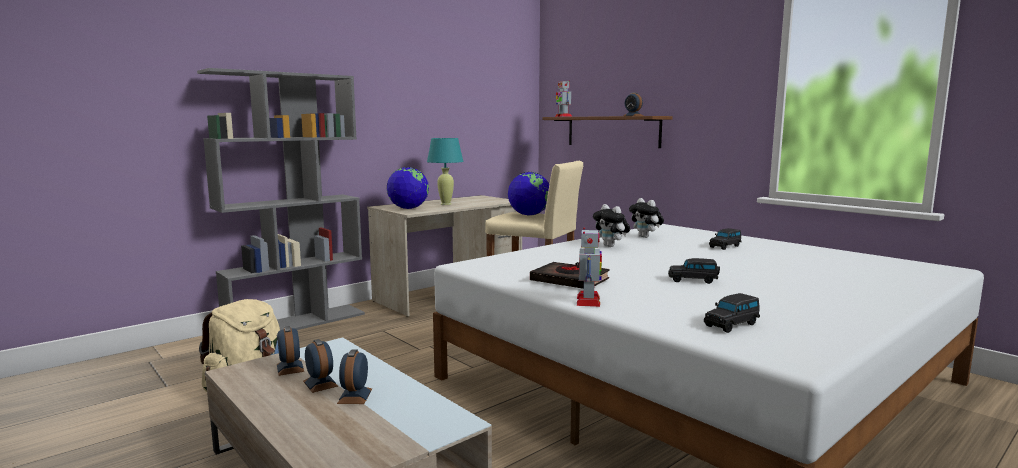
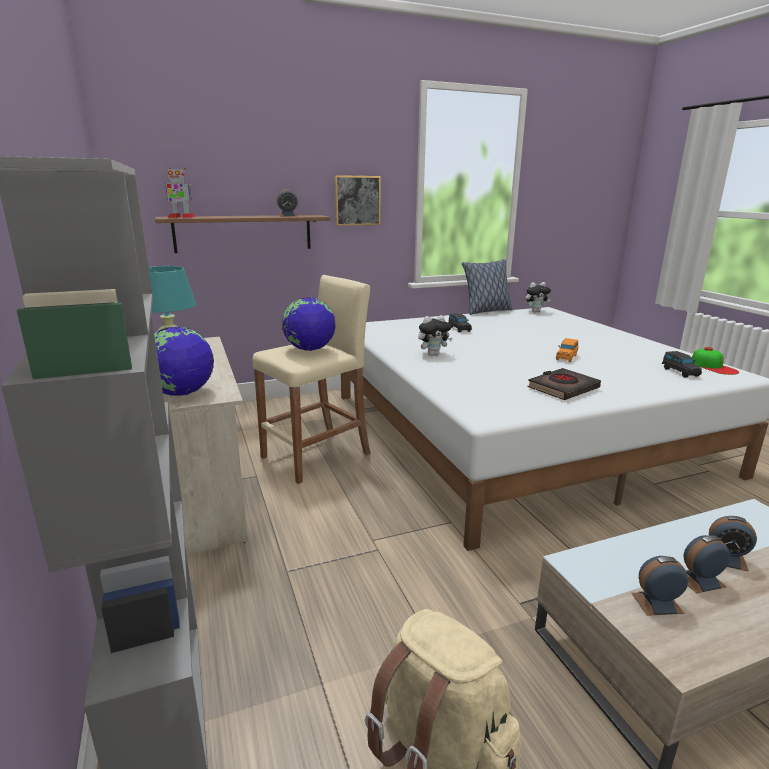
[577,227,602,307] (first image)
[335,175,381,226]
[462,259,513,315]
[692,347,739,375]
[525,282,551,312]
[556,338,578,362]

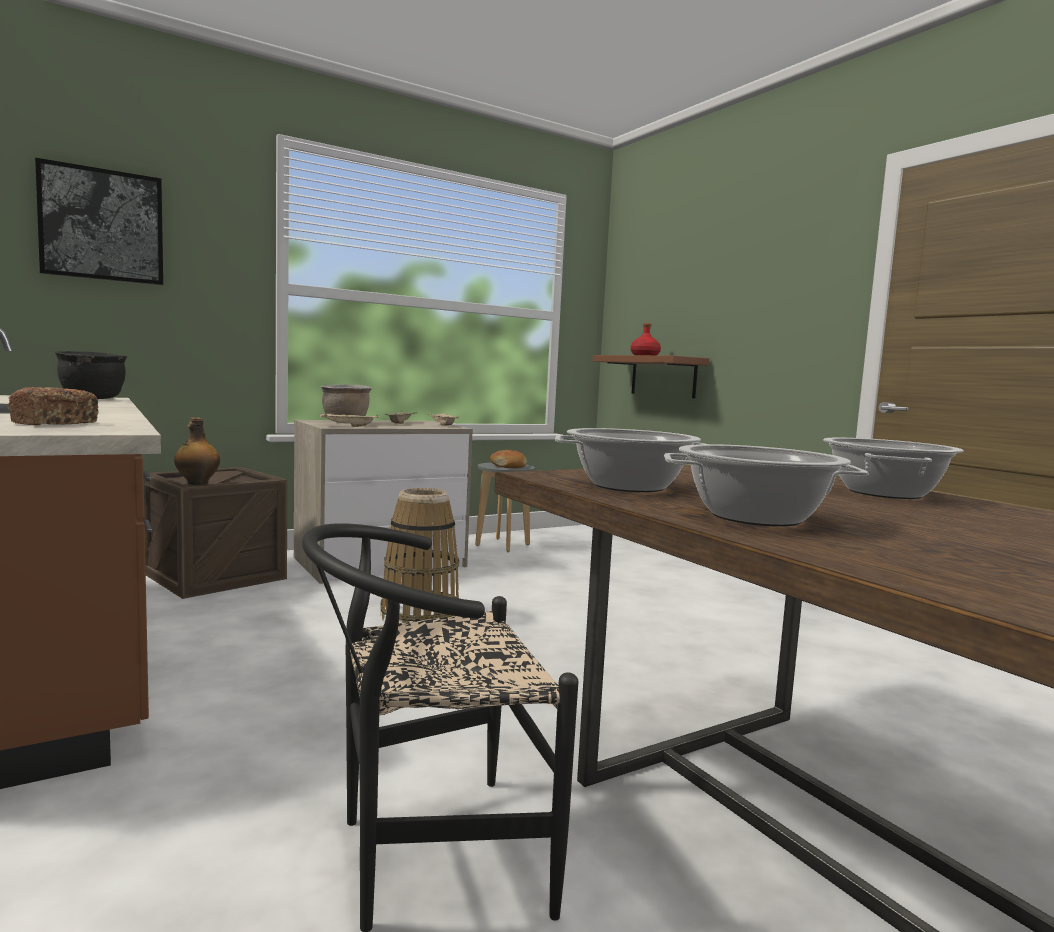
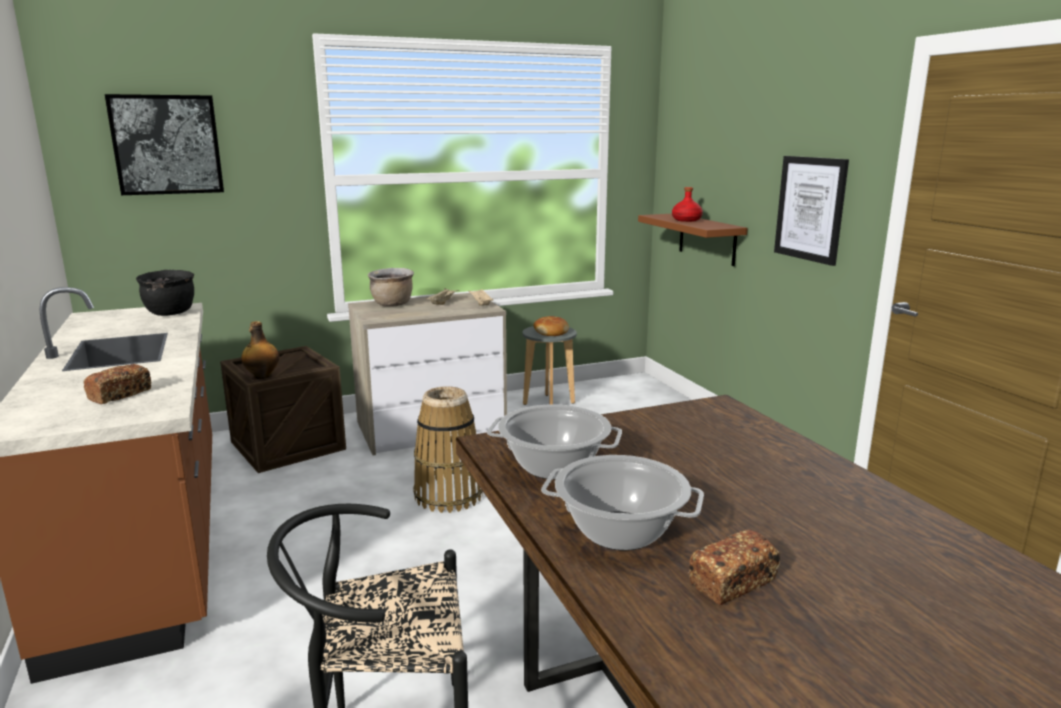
[320,413,380,427] (first image)
[823,438,964,499] (first image)
[688,530,780,605]
[774,156,849,266]

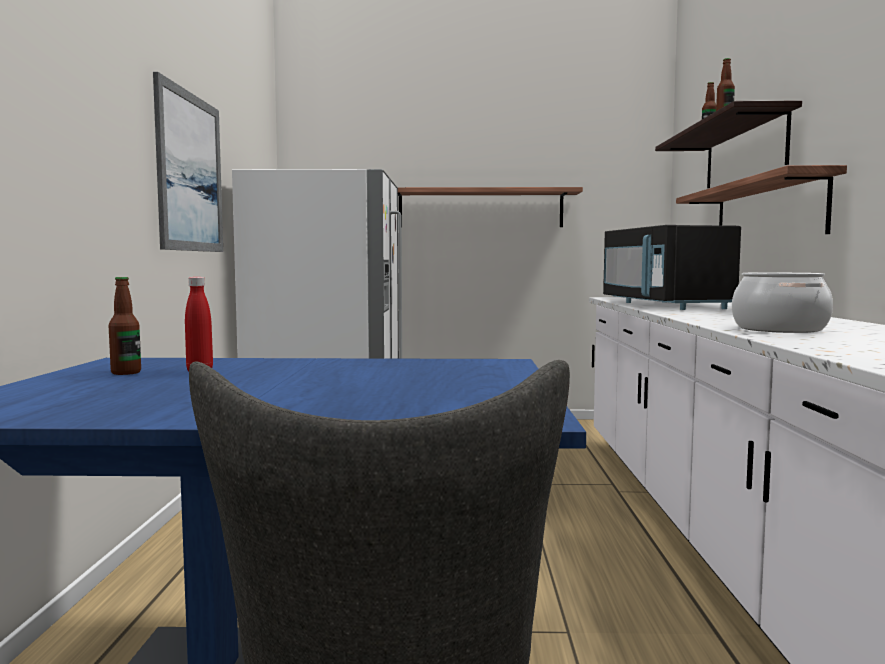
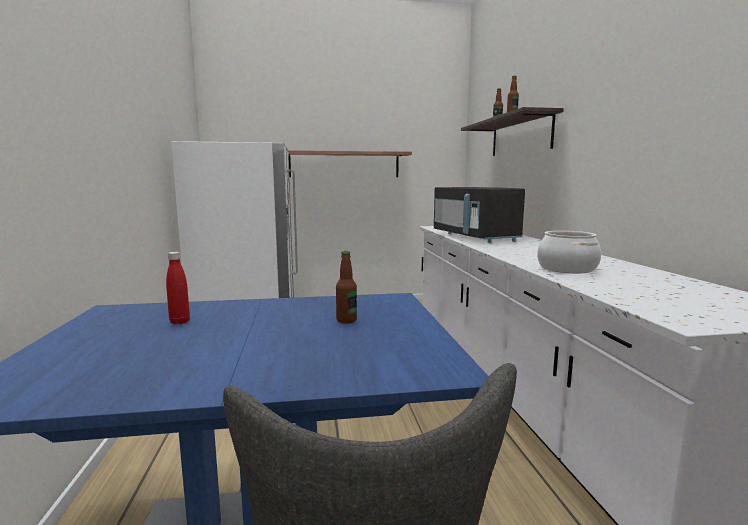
[153,72,223,252] (first image)
[676,165,847,234] (first image)
[336,251,357,324]

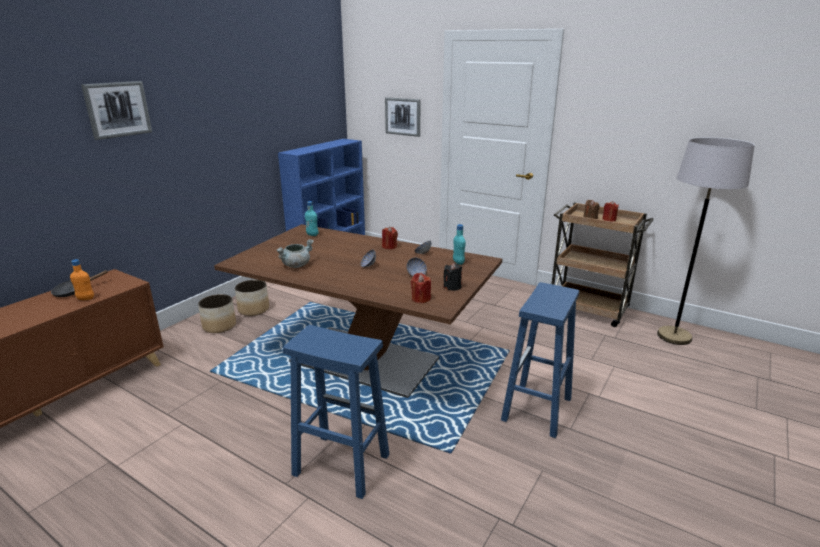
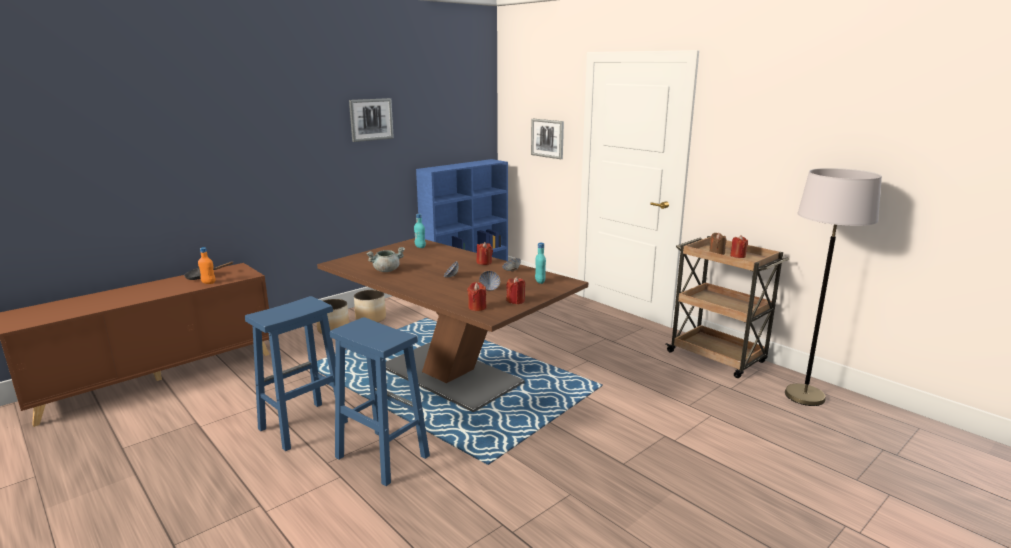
[349,98,394,142]
[245,296,348,451]
[506,277,526,304]

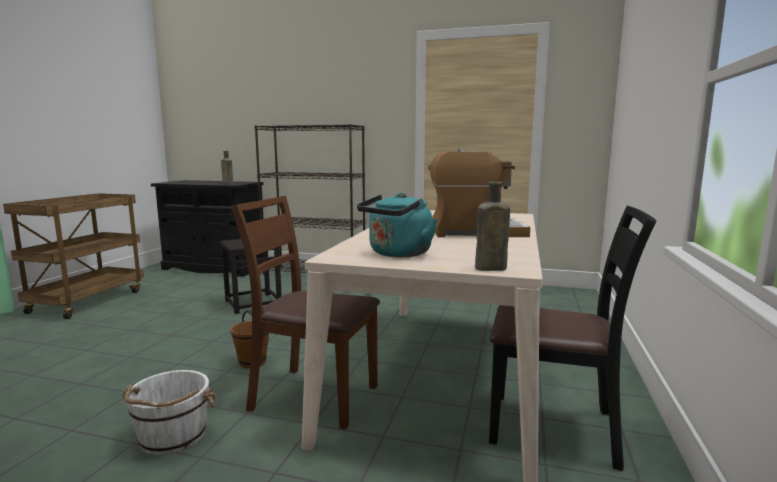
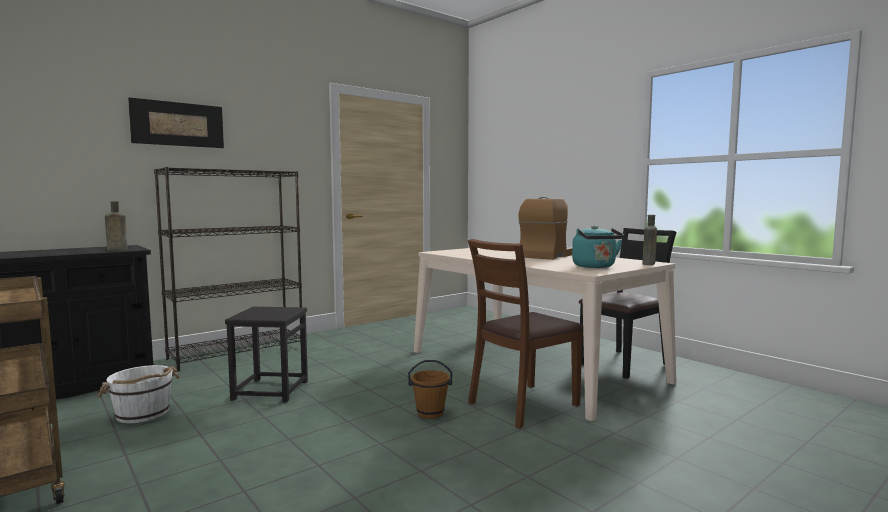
[128,97,224,148]
[97,365,180,423]

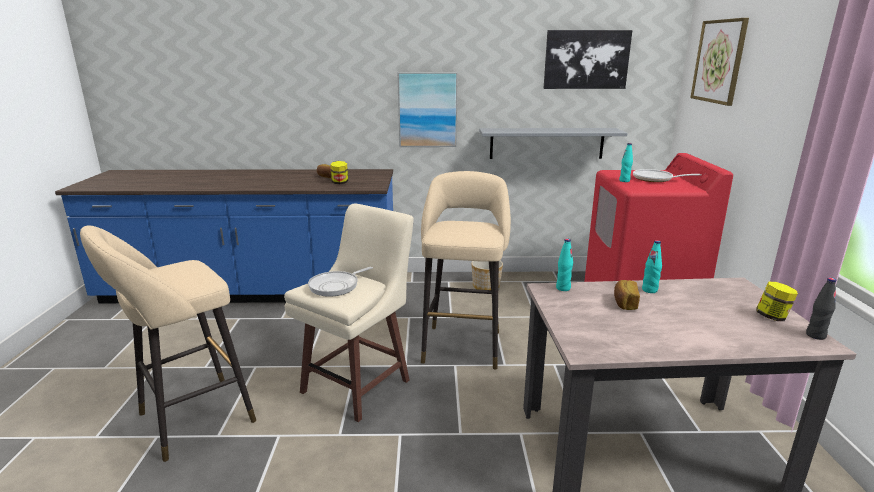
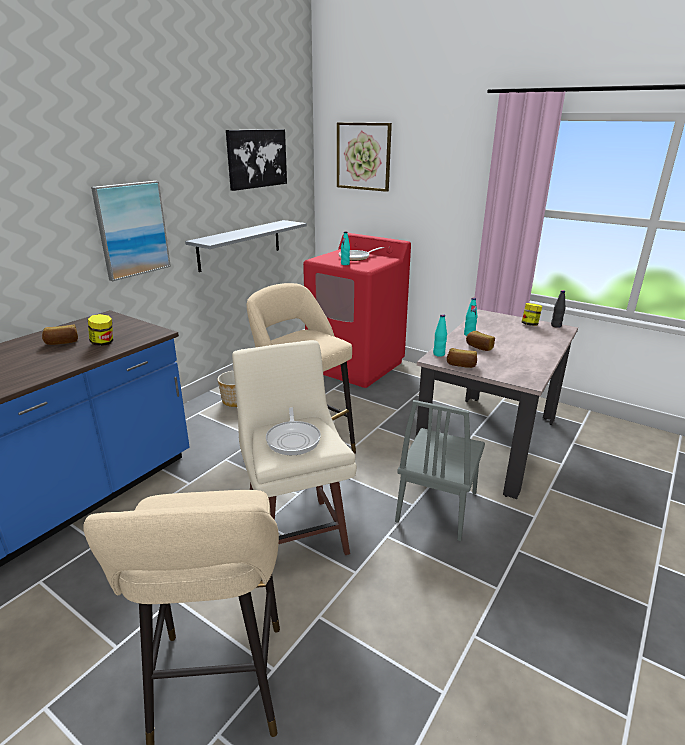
[395,400,485,541]
[447,348,477,368]

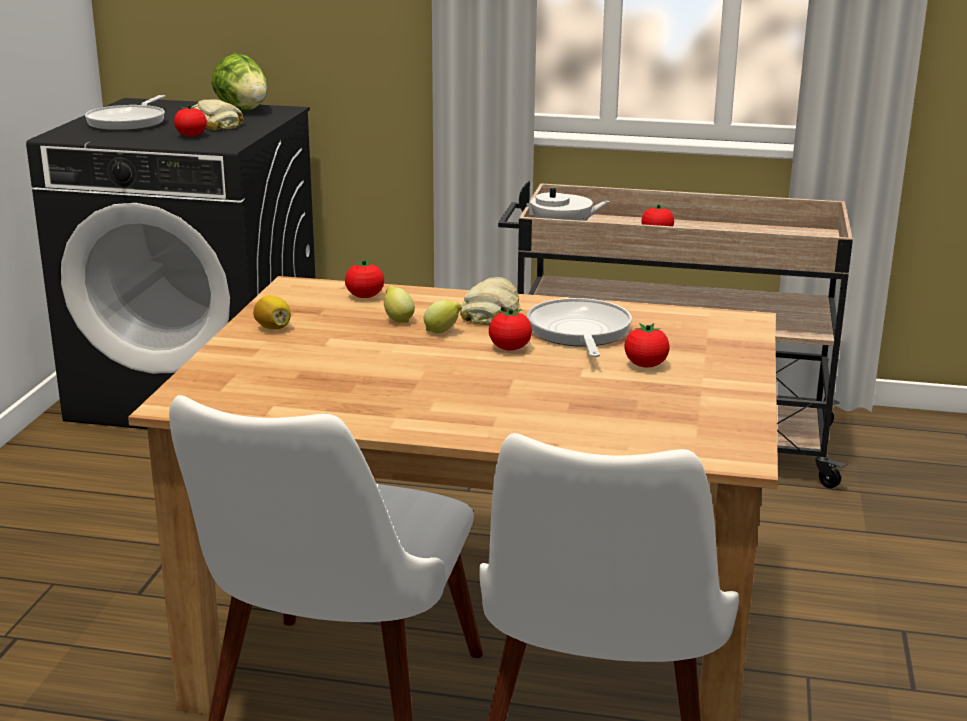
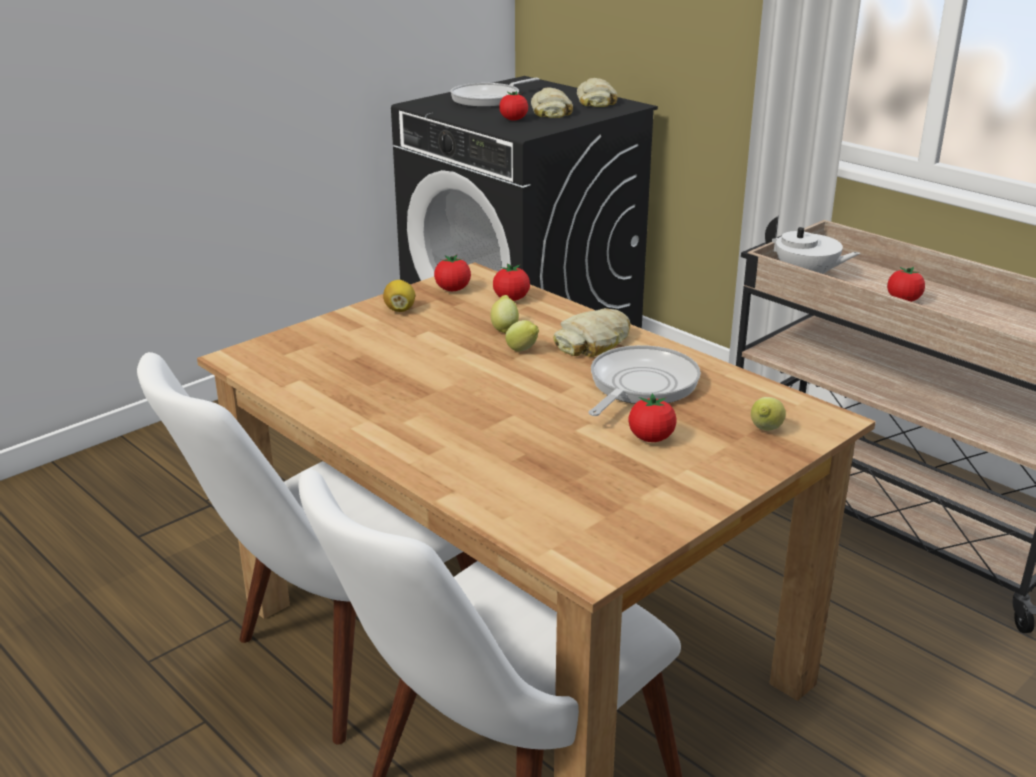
[751,397,786,431]
[434,255,471,291]
[577,78,617,107]

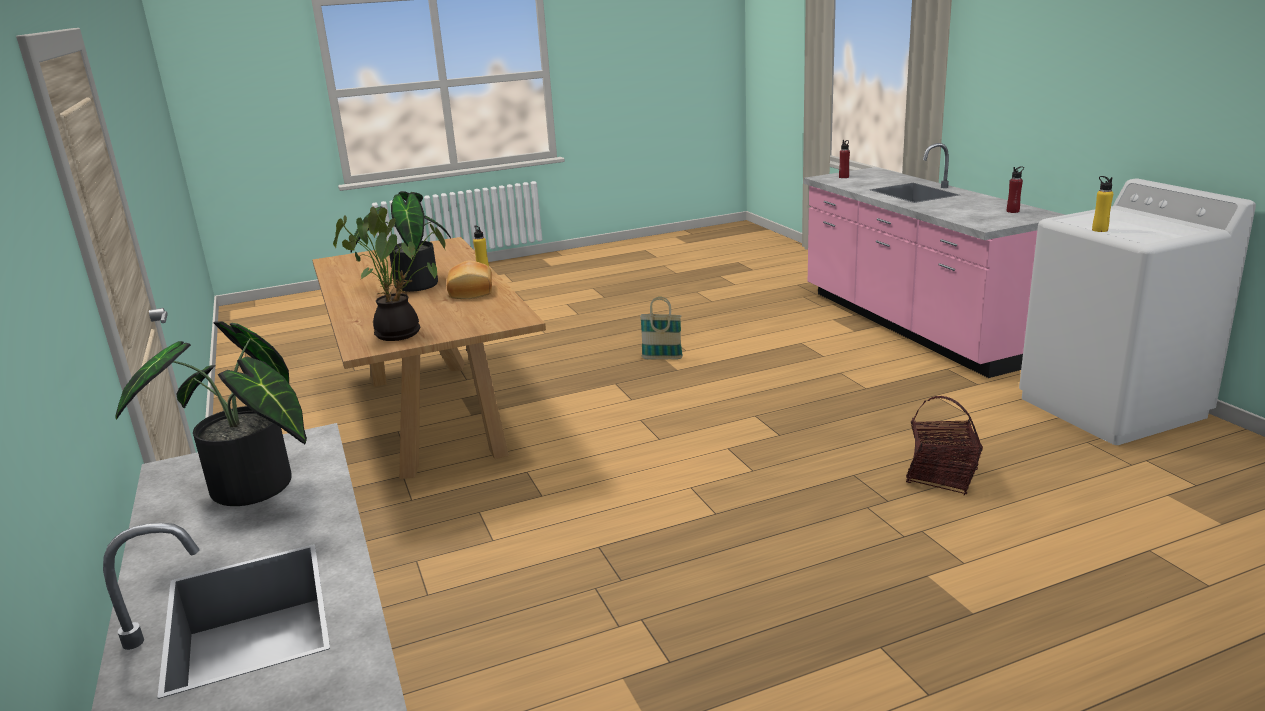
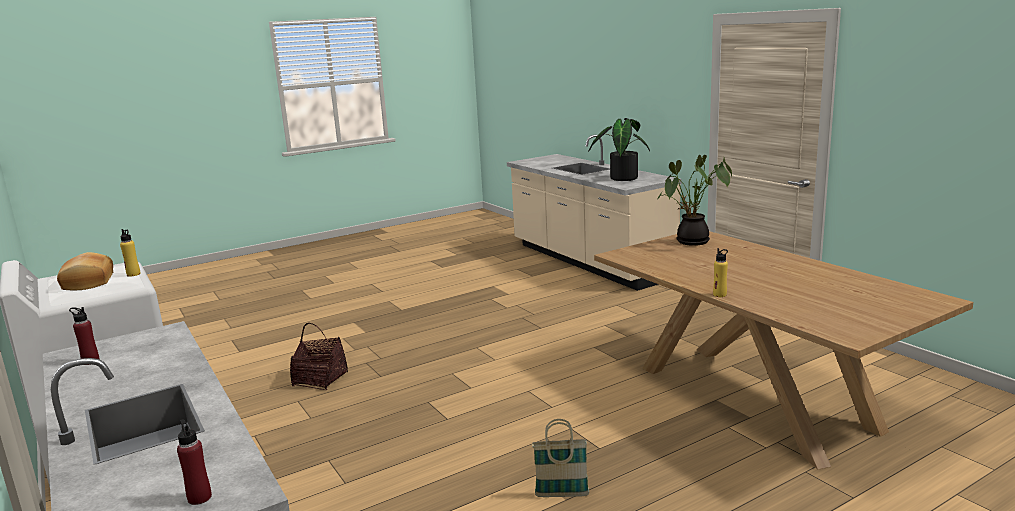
[350,191,451,292] (first image)
[57,252,113,290]

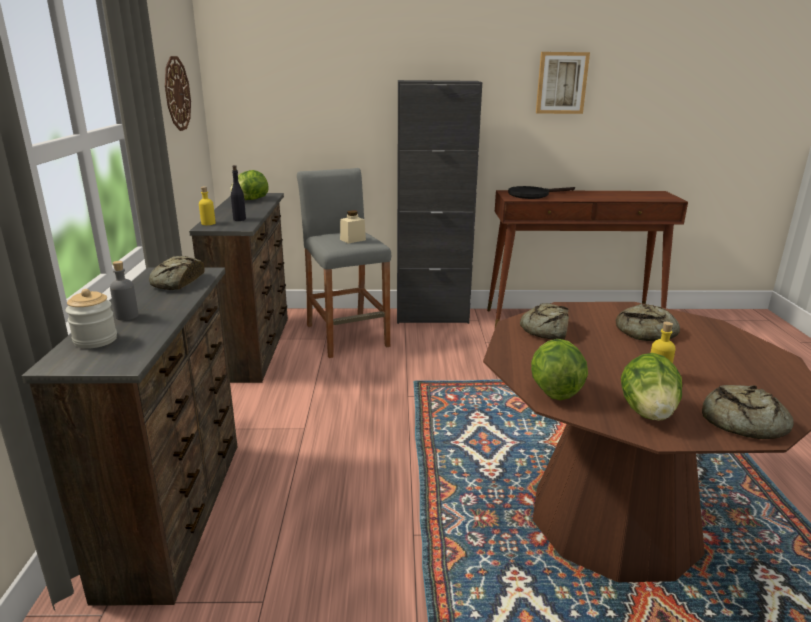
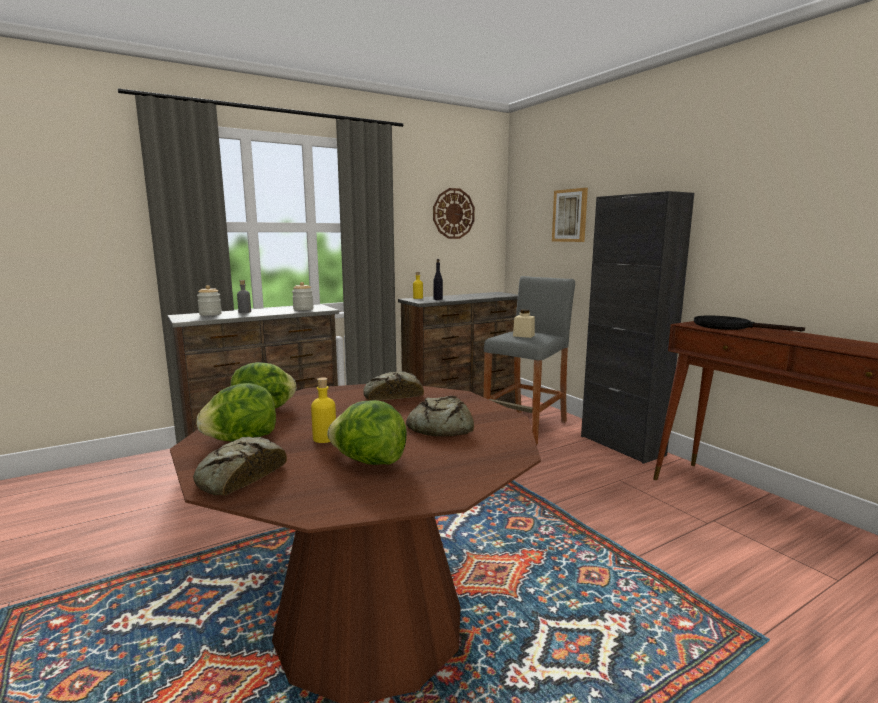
[327,400,407,465]
[552,188,588,242]
[292,282,314,310]

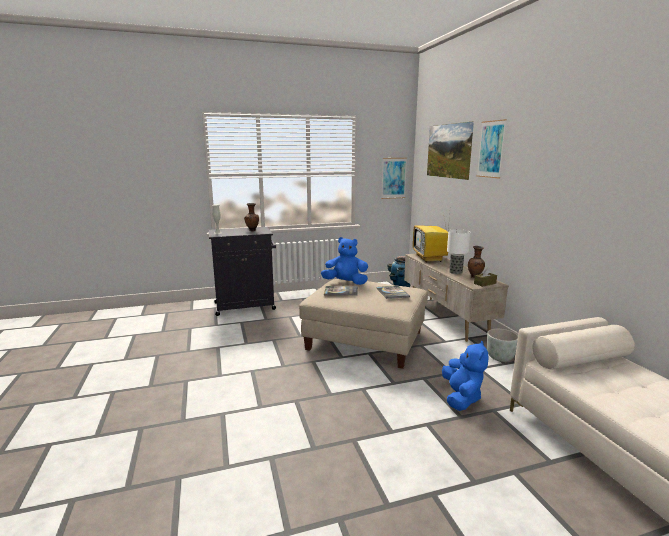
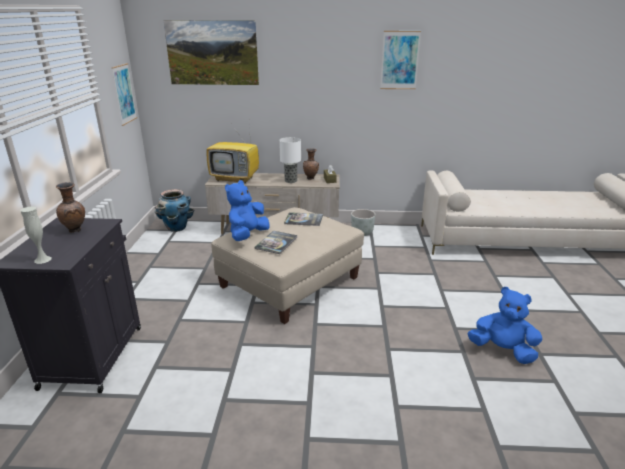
[468,287,542,364]
[380,31,421,89]

